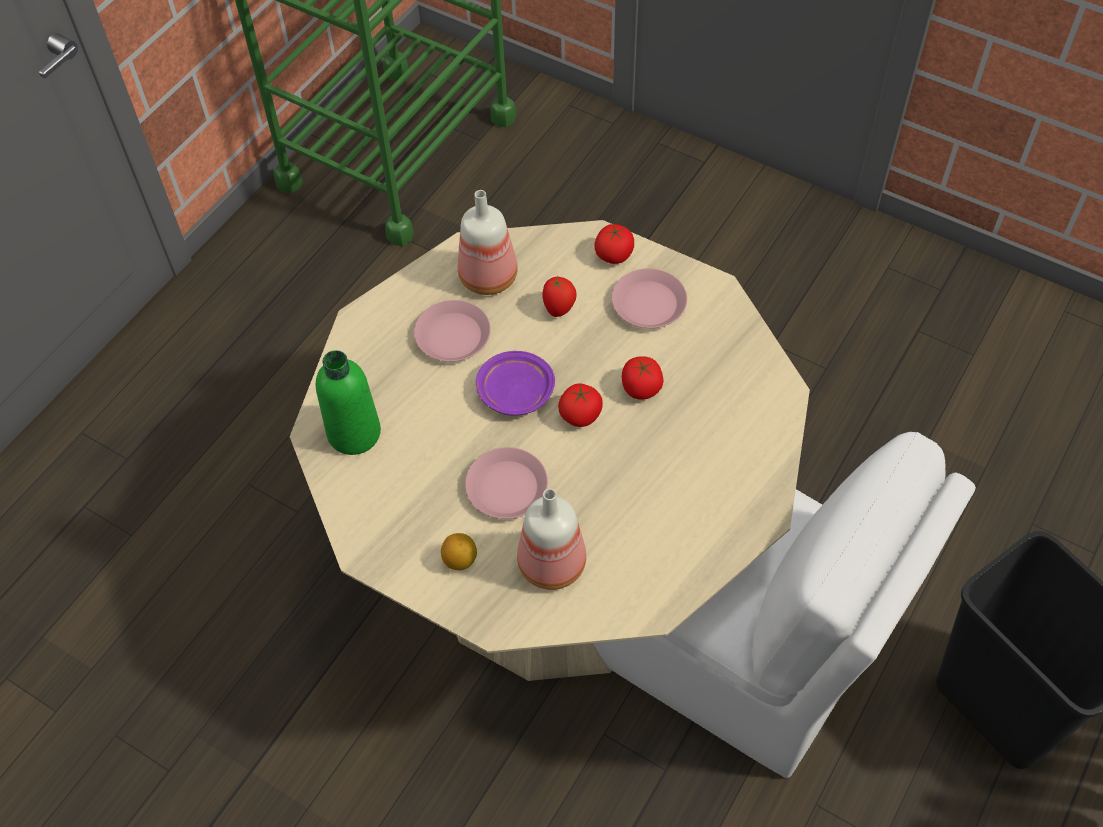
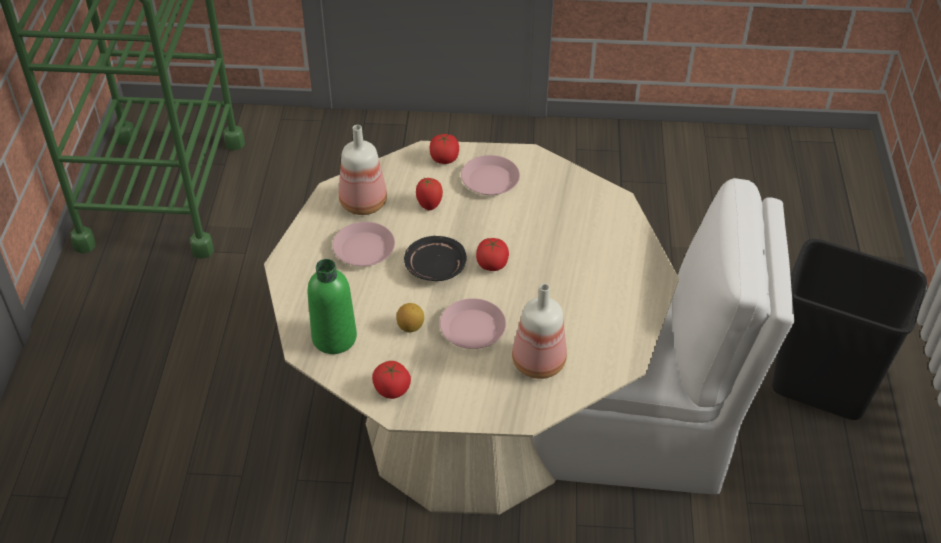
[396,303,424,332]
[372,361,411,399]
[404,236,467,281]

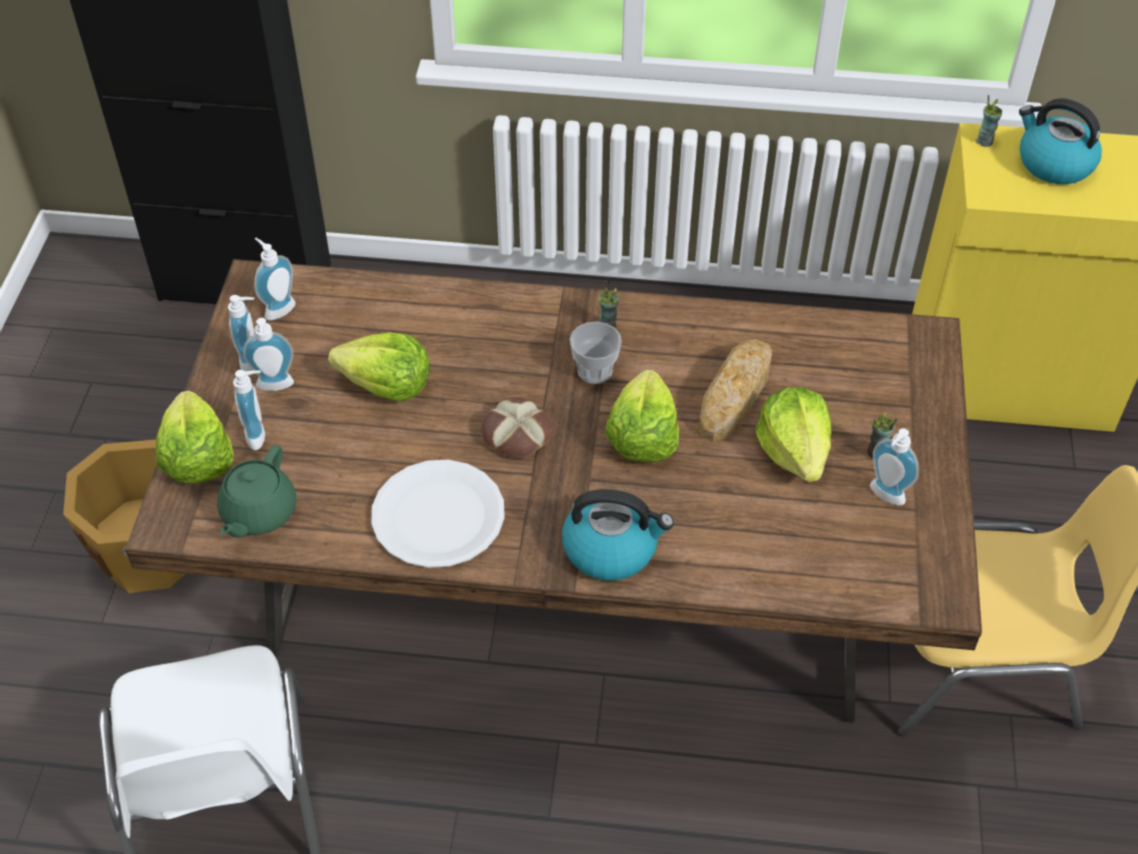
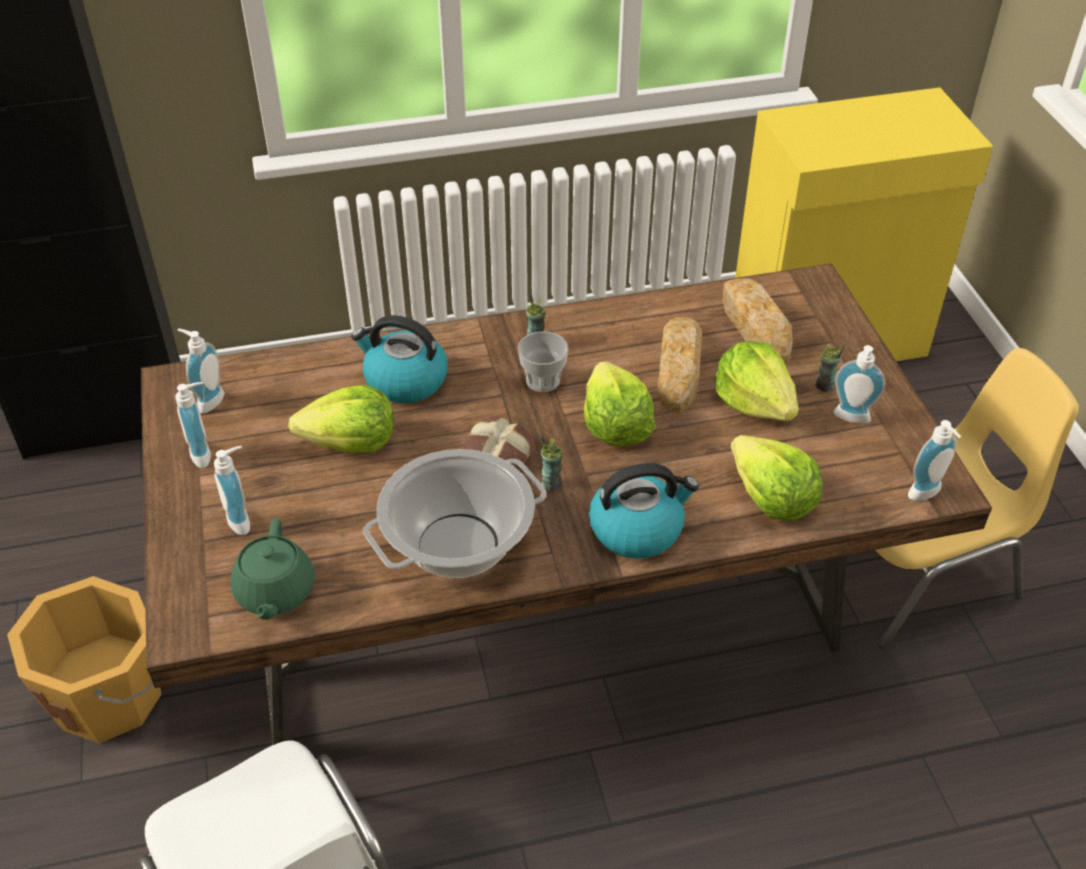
[723,278,793,365]
[731,435,823,521]
[908,420,961,501]
[541,436,563,491]
[351,315,448,403]
[363,449,547,578]

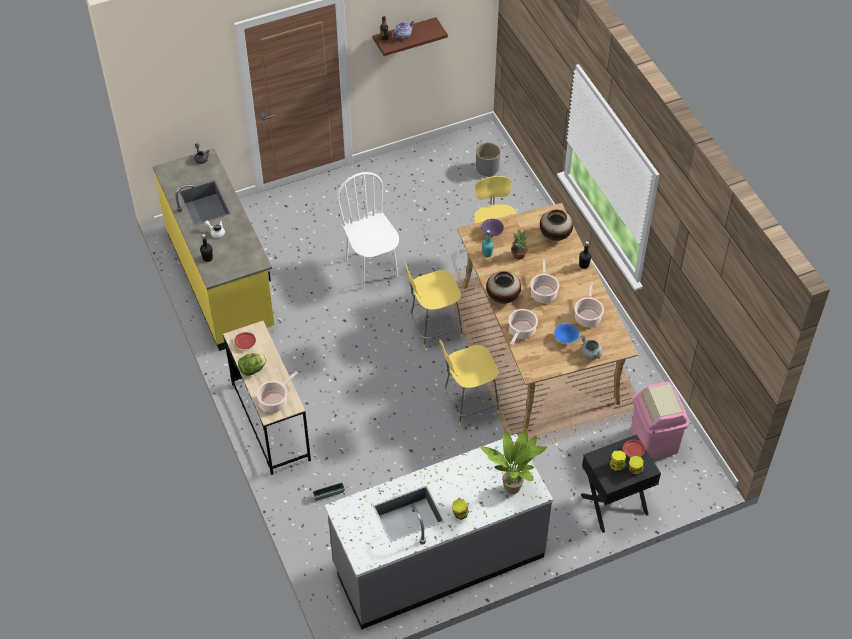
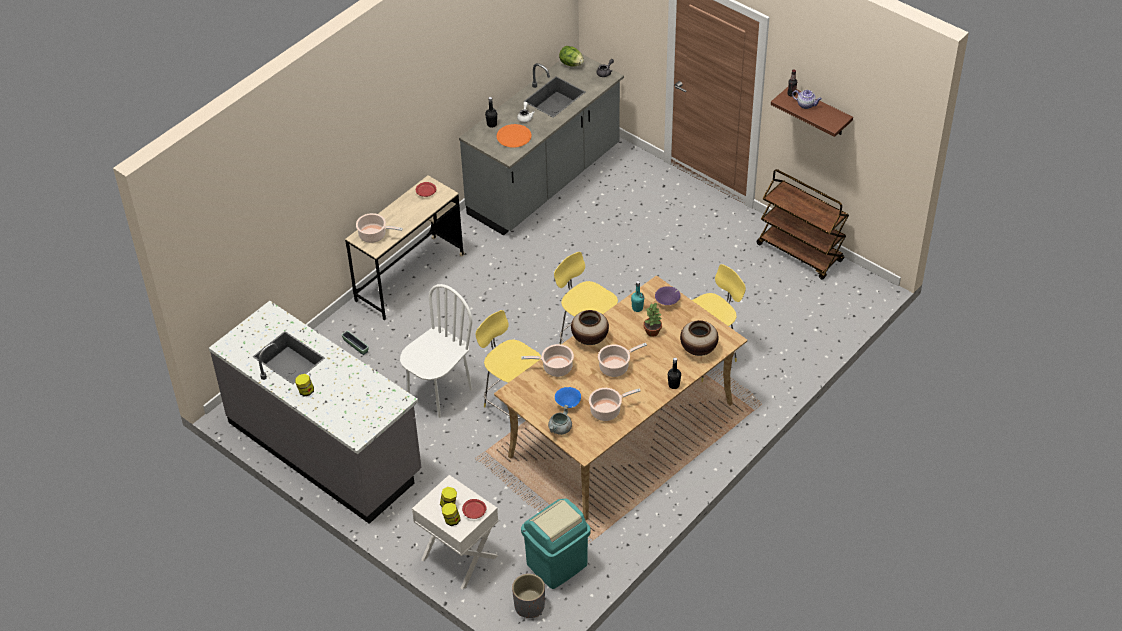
[480,428,547,494] (first image)
[497,124,532,148]
[756,169,849,280]
[559,46,584,66]
[400,284,473,418]
[512,574,545,618]
[459,54,624,236]
[412,475,498,590]
[521,499,591,589]

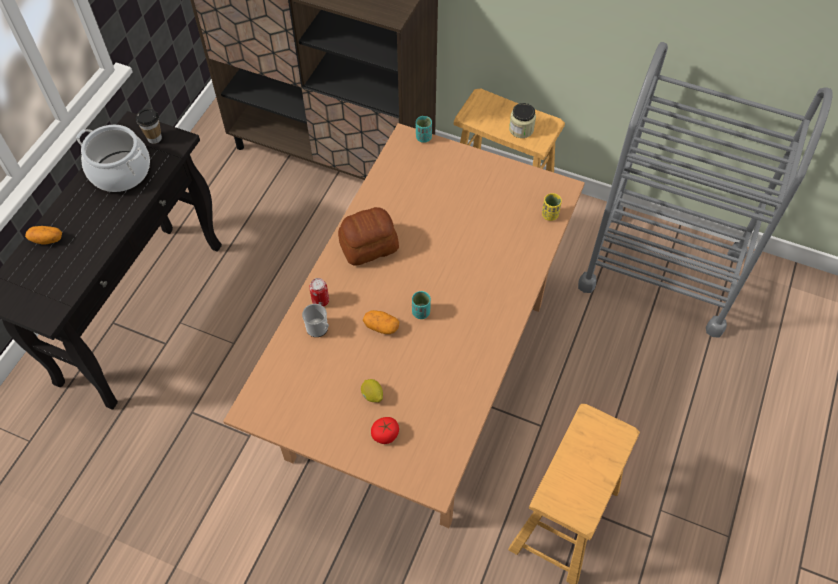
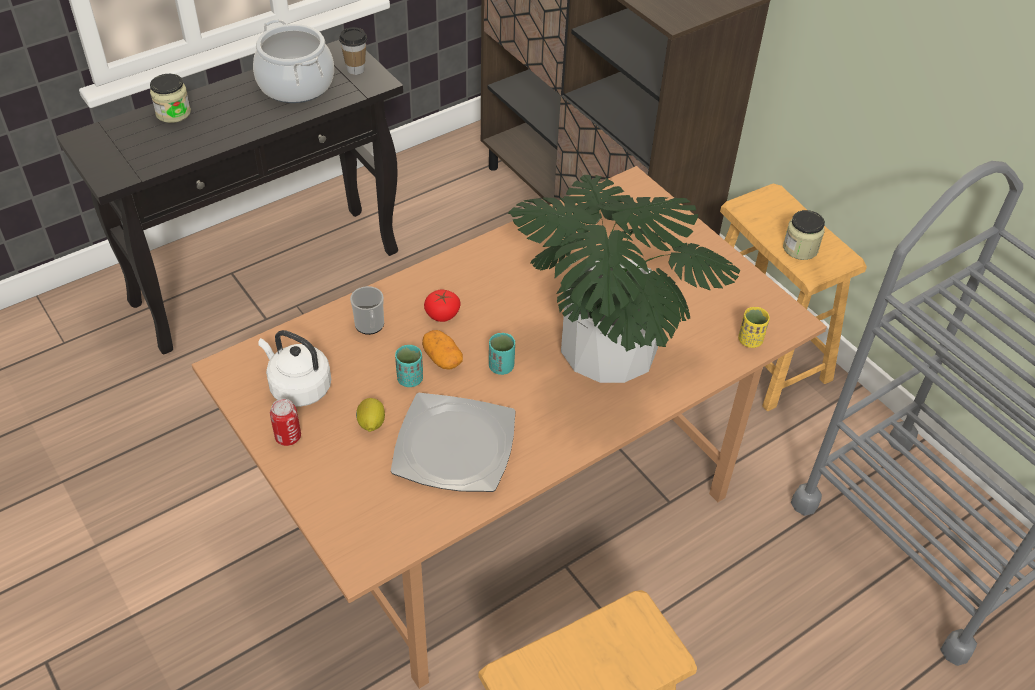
[338,207,399,266] (first image)
[258,330,331,407]
[391,393,515,492]
[508,175,740,383]
[270,399,301,446]
[424,290,461,322]
[395,345,423,387]
[150,74,191,123]

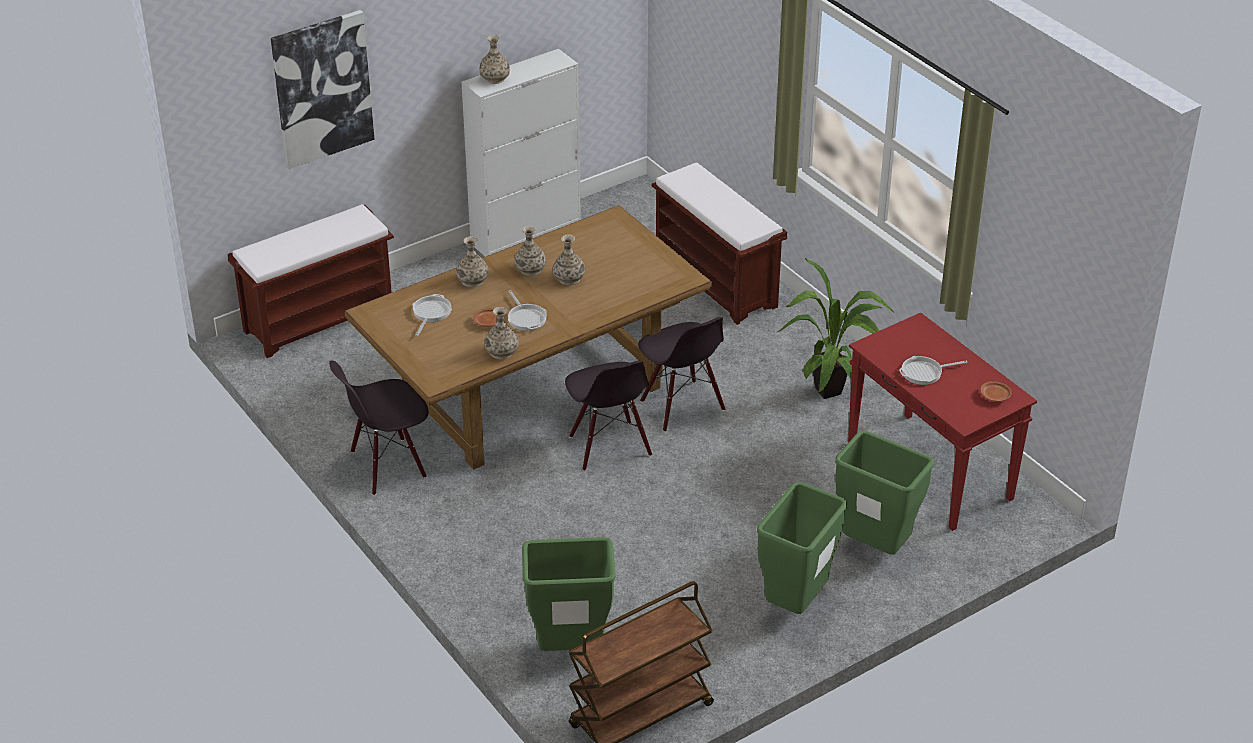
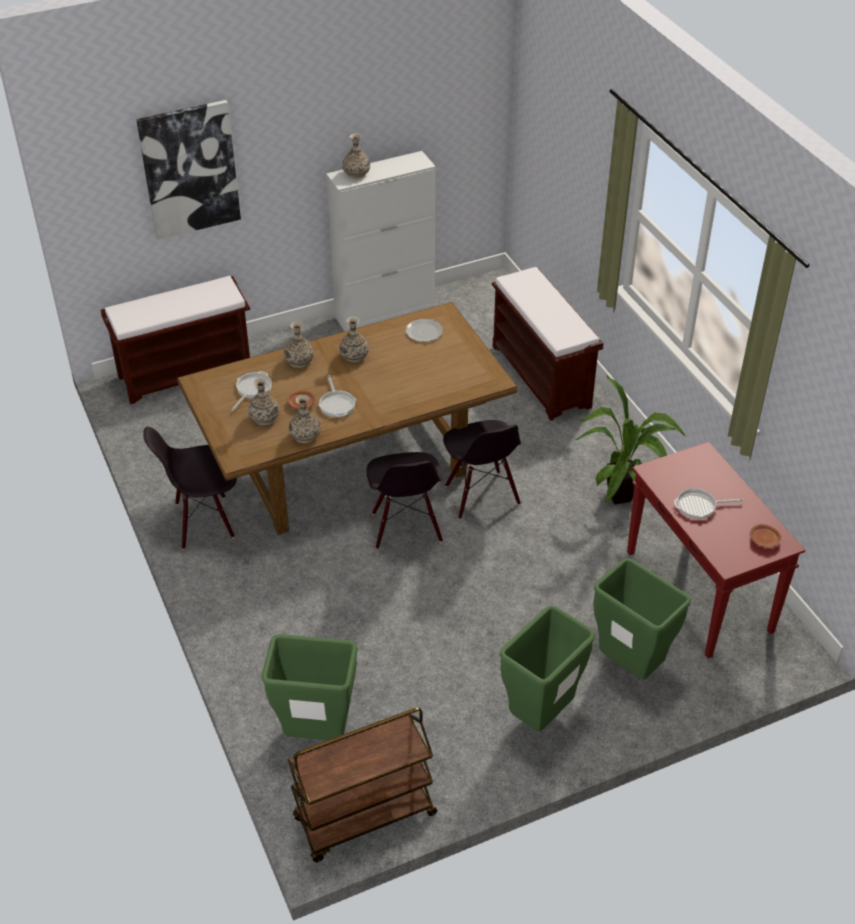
[405,319,443,342]
[248,378,280,425]

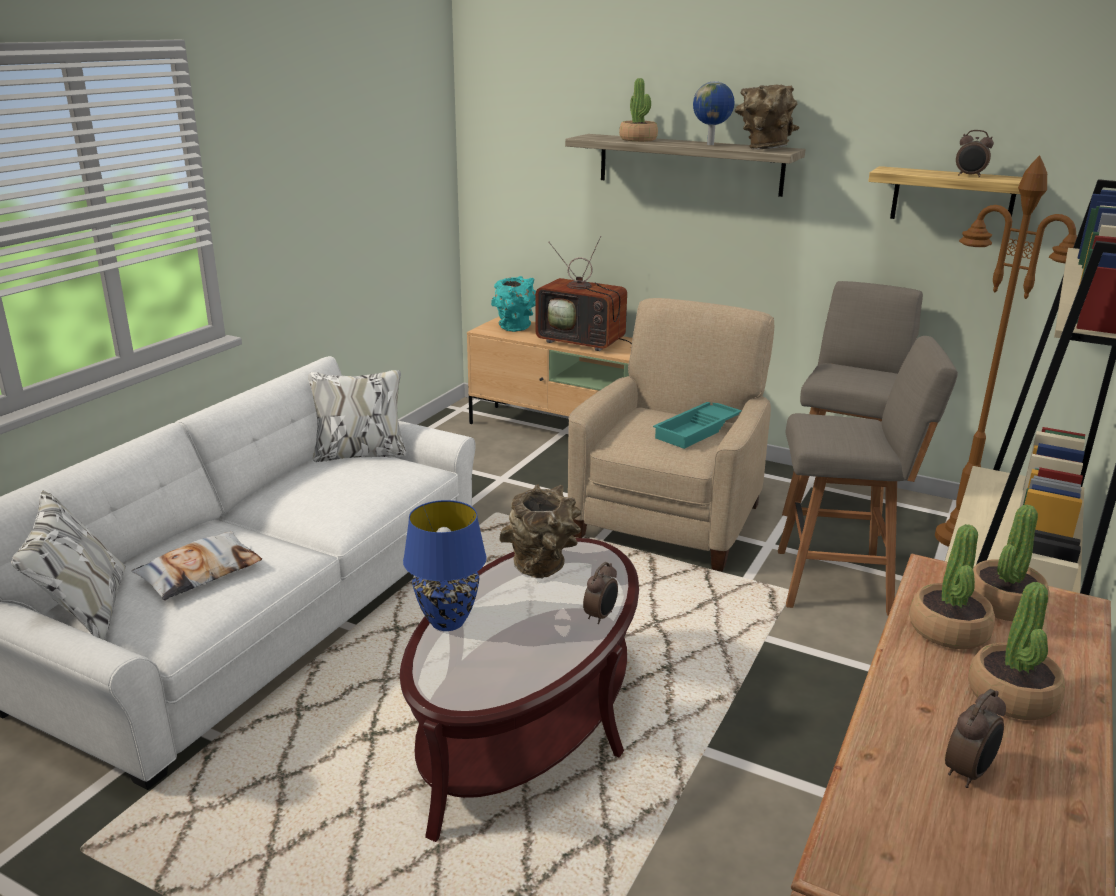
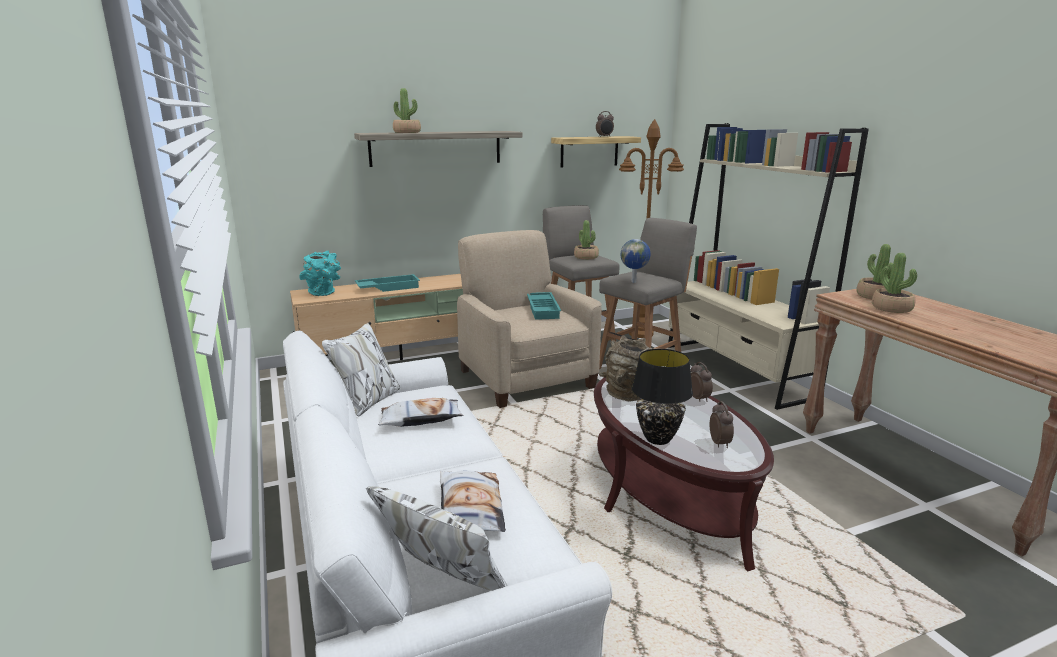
[735,85,799,149] (first image)
[378,398,463,427]
[621,239,650,283]
[710,401,734,448]
[574,220,599,260]
[355,274,420,292]
[631,349,693,445]

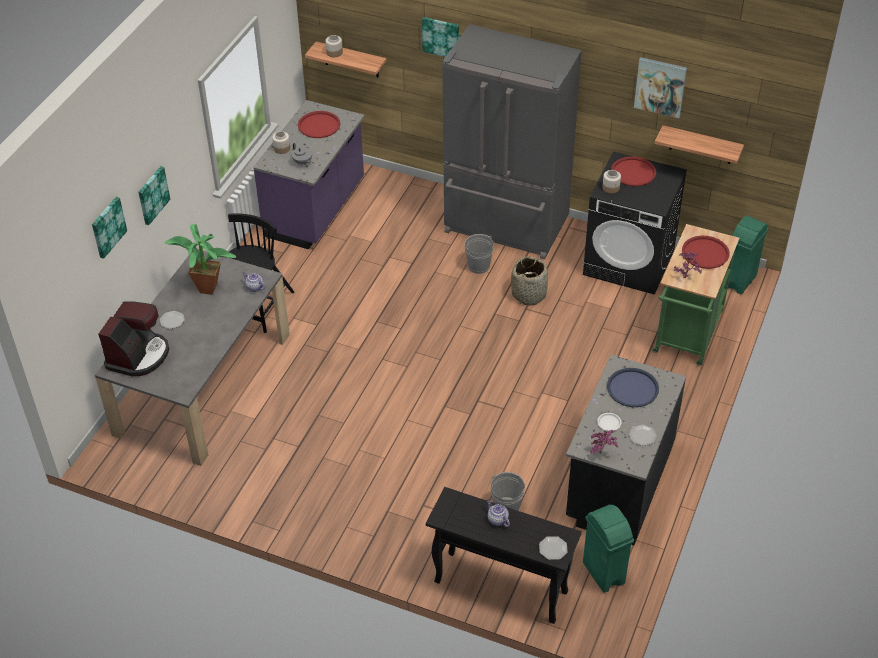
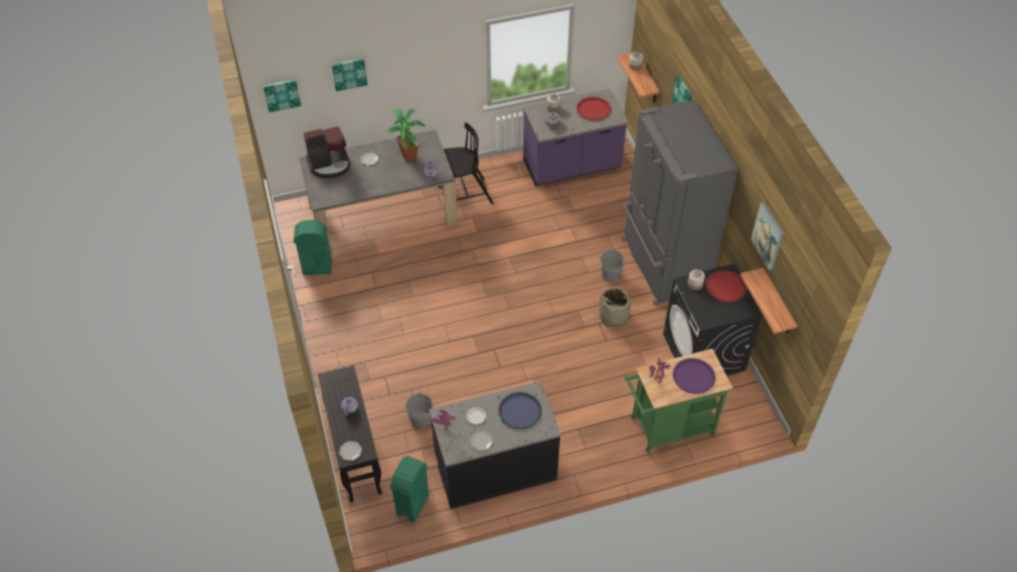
[263,79,301,112]
[293,220,332,275]
[673,358,715,394]

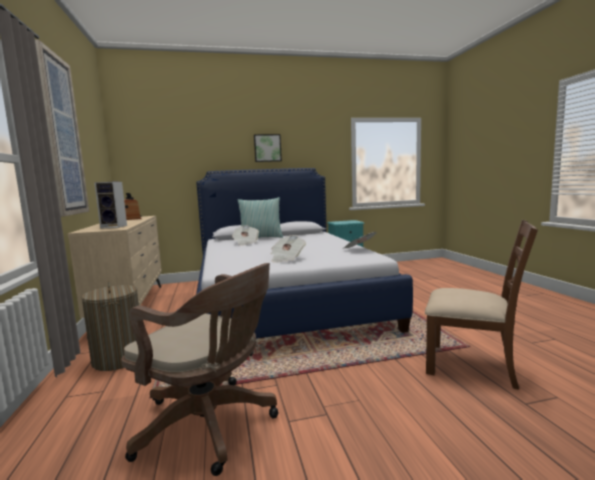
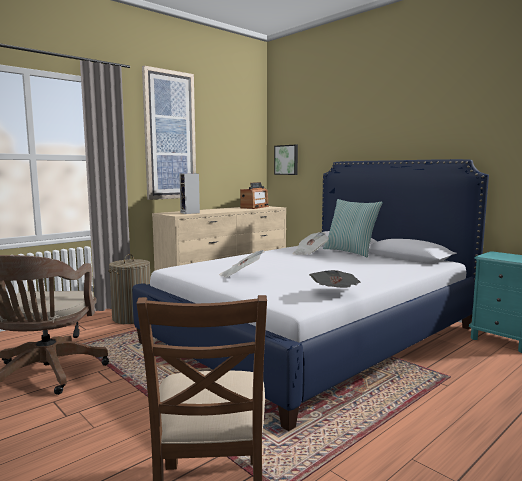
[274,145,298,175]

